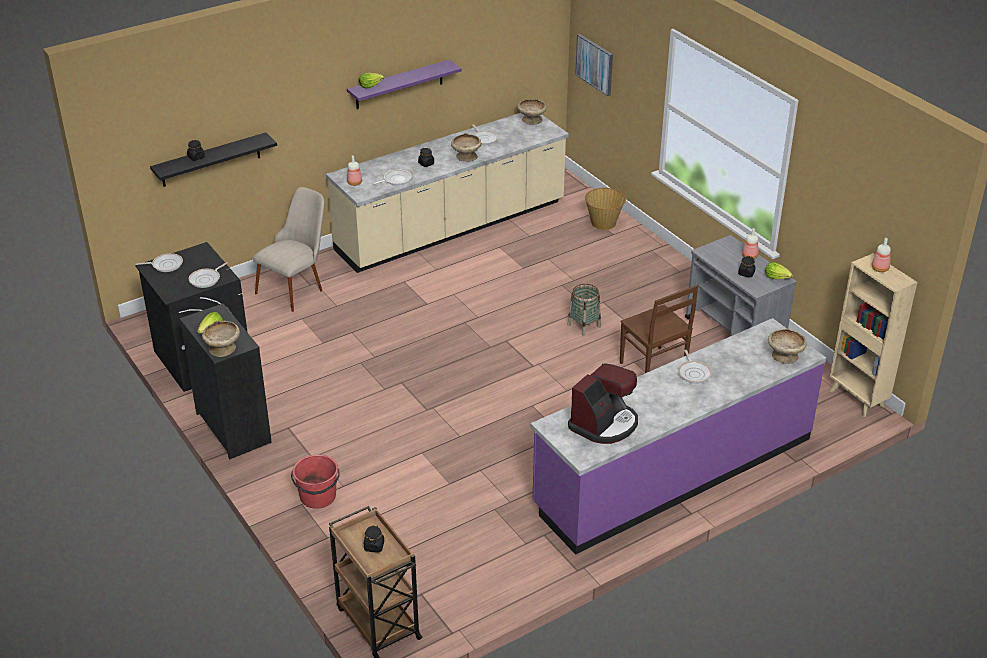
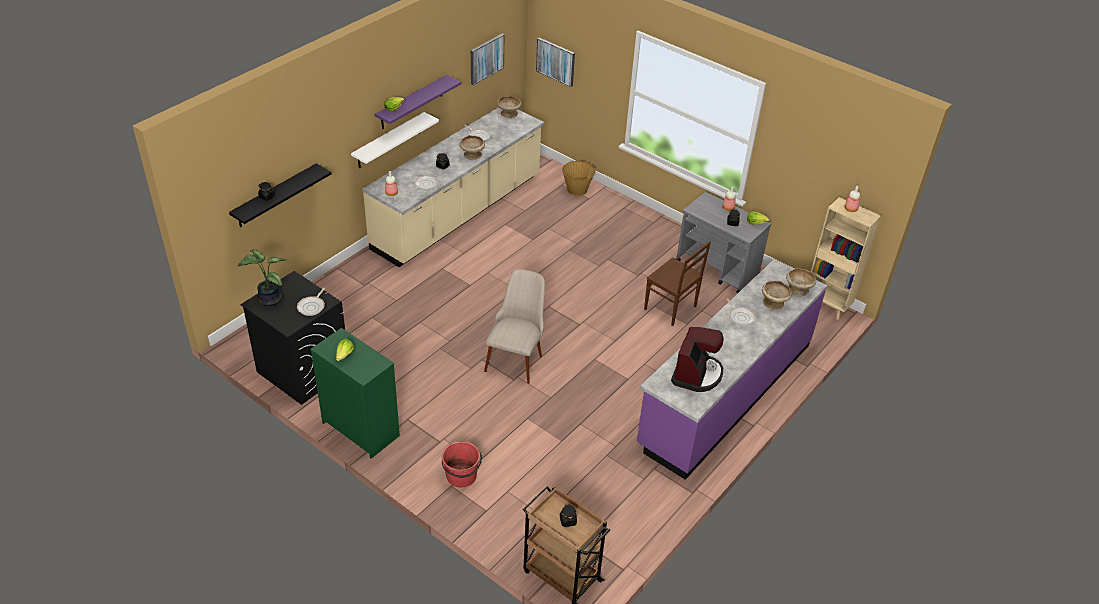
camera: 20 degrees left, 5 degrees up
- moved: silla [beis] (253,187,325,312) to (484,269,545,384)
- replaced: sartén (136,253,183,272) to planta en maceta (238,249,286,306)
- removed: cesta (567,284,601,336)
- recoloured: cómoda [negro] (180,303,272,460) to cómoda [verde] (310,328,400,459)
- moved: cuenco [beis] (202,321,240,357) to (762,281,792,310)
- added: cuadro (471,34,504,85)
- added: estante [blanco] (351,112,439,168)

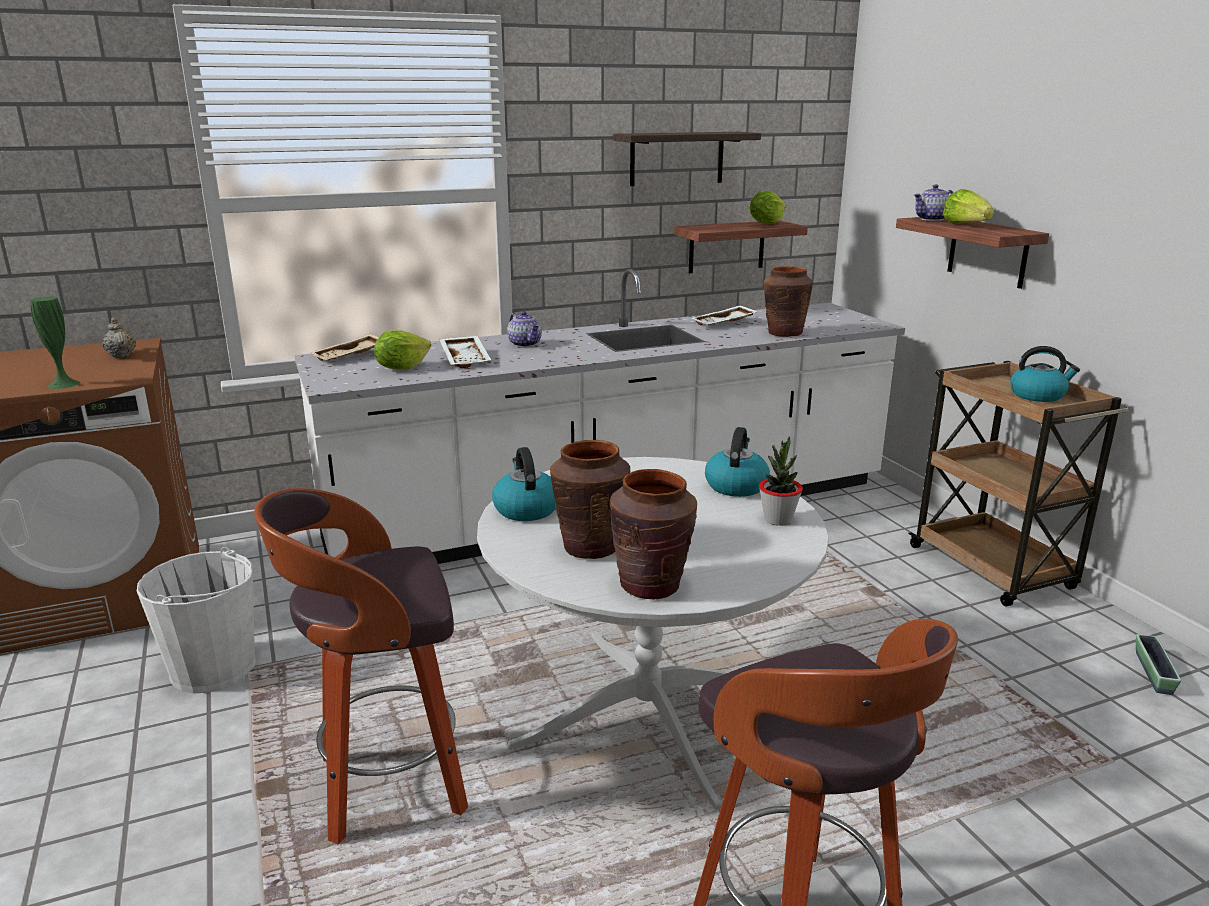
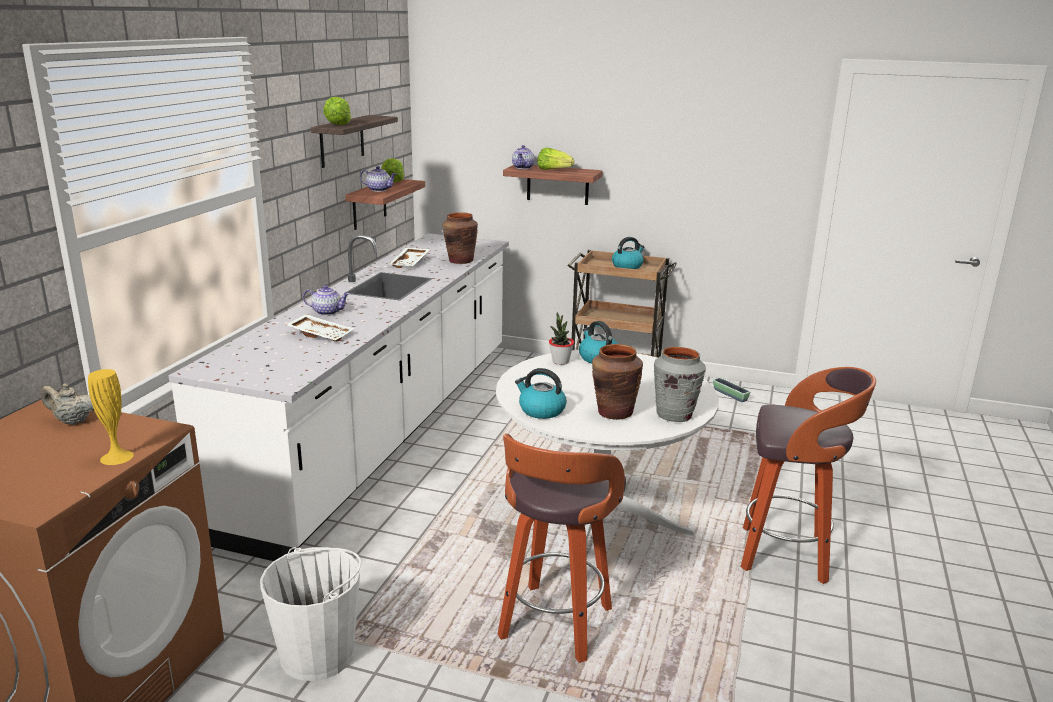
camera: 50 degrees left, 0 degrees up
- recoloured: florero [verde] (30,297,80,389) to florero [amarillo] (88,369,134,465)
- moved: lechuga (374,331,431,369) to (323,97,351,125)
- removed: bandeja [beis] (311,334,379,361)
- moved: planta en maceta (759,436,803,526) to (549,312,574,365)
- recoloured: florero [marrón] (610,469,697,599) to florero [gris] (654,347,706,422)
- added: tetera (360,166,396,192)

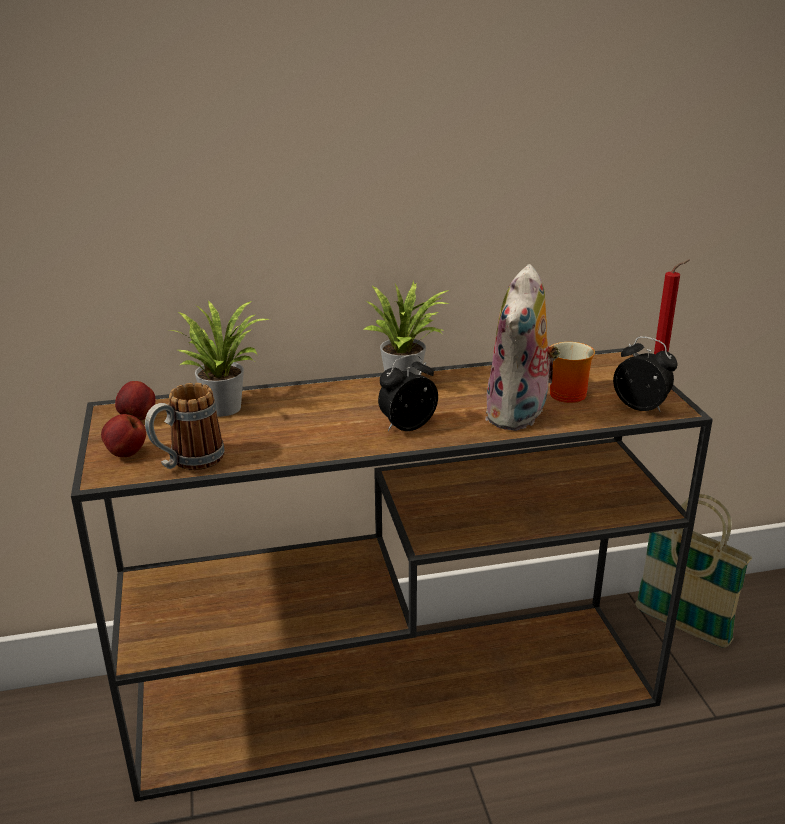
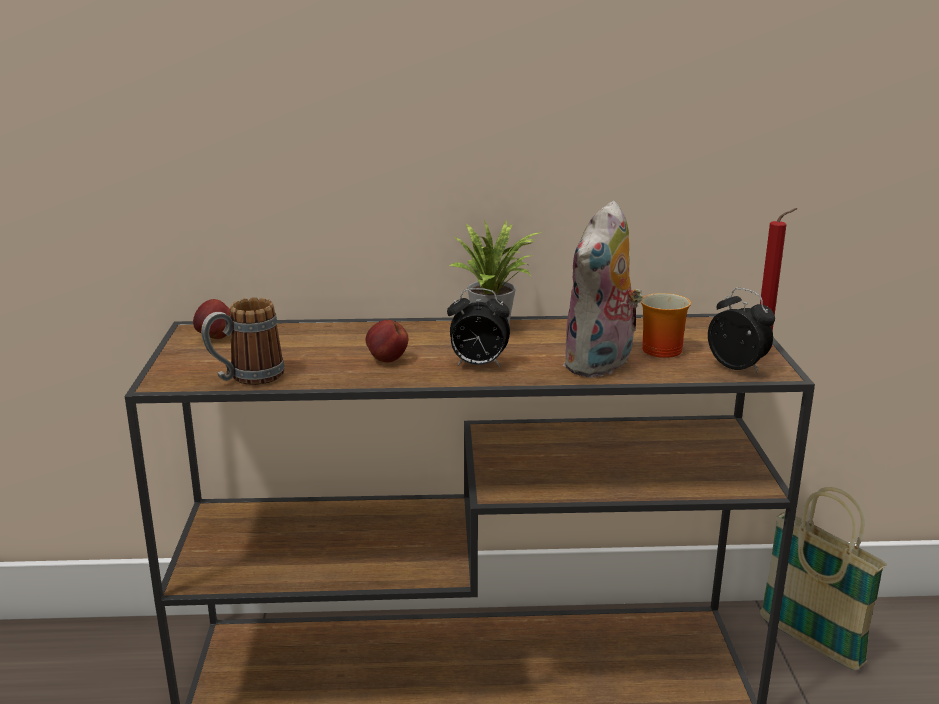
camera: 10 degrees right, 5 degrees down
- removed: planta en maceta (169,301,269,417)
- turned: despertador (378,354,438,431) = (447,288,510,367) 150 degrees counterclockwise
- moved: manzana (101,414,146,457) to (366,320,408,363)

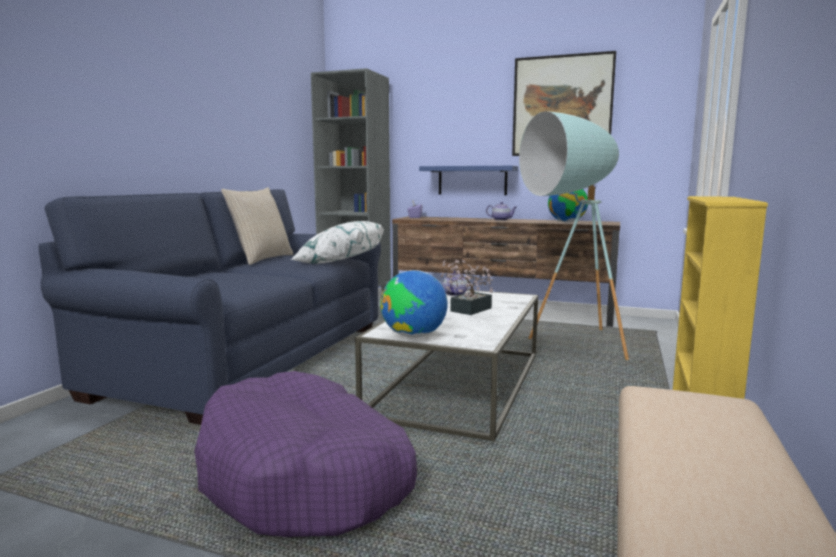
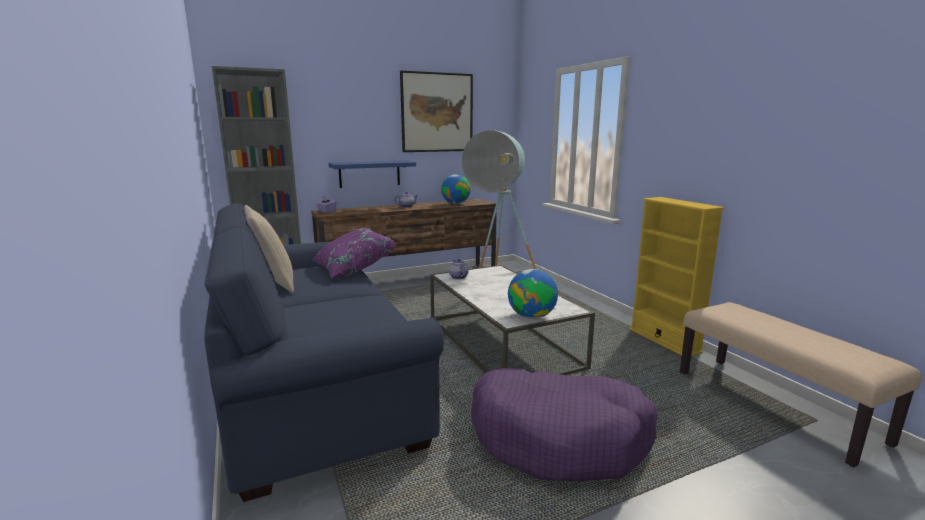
camera: 45 degrees left, 5 degrees up
- recoloured: cojín [blanco] (291,221,384,264) to cojín [morado] (311,228,396,278)
- removed: planta en maceta (440,259,493,315)

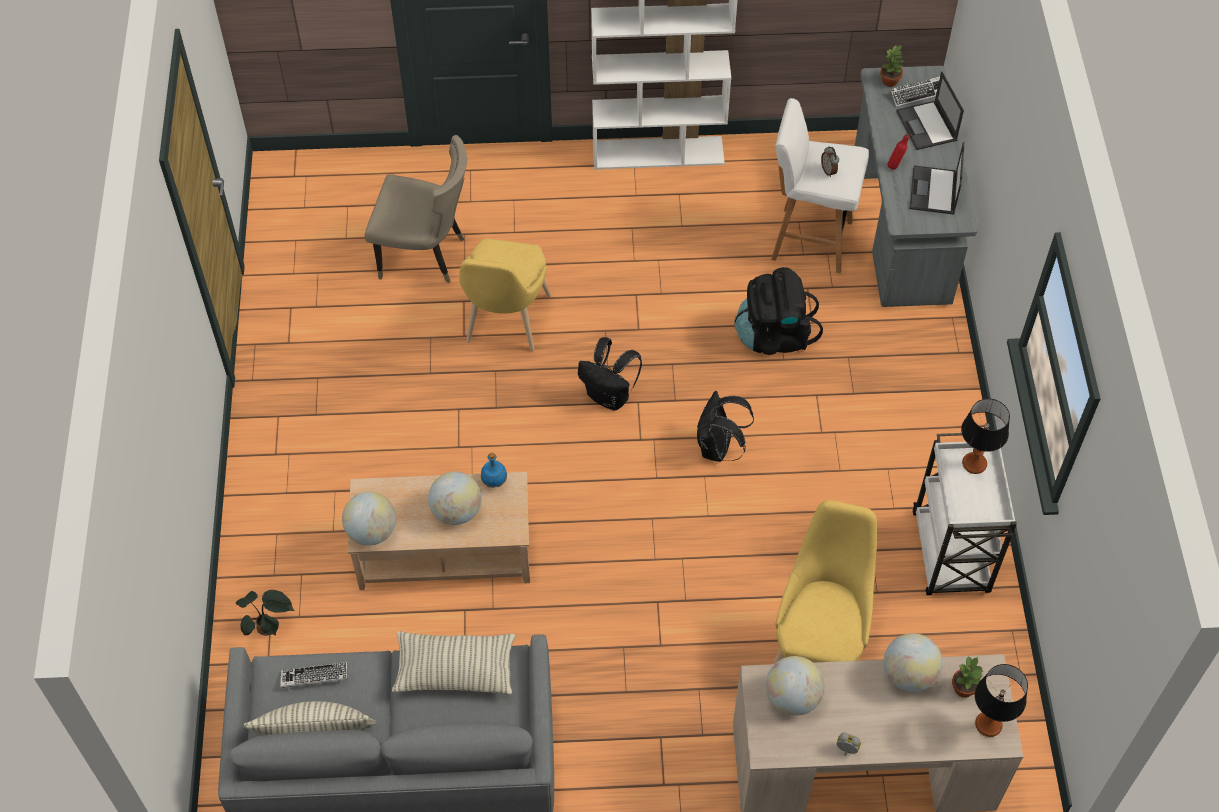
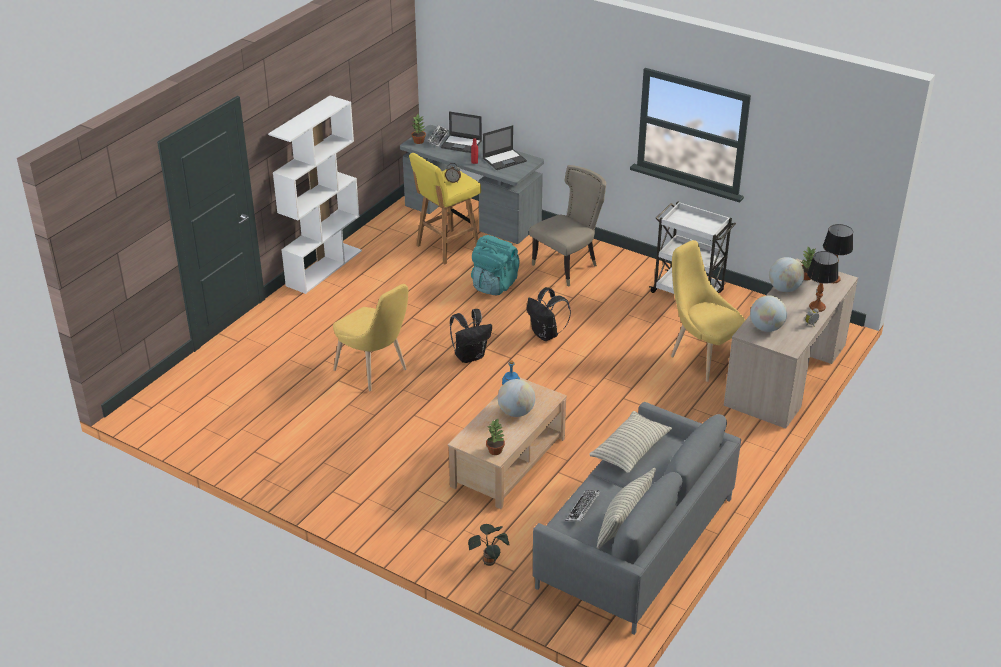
camera: 55 degrees left, 20 degrees down
- recoloured: taburete [blanco] (771,98,869,273) to taburete [amarillo] (409,153,481,265)
- moved: silla [beis] (365,135,467,283) to (529,165,606,286)
- turned: portátil (910,142,964,215) = (483,125,527,170) 75 degrees counterclockwise
- recoloured: mochila [negro] (734,267,823,355) to mochila [turquesa] (471,235,519,295)
- moved: lámpara de mesa (961,399,1010,474) to (807,251,838,312)
- replaced: globo terráqueo (342,492,396,546) to planta en maceta (486,419,505,455)

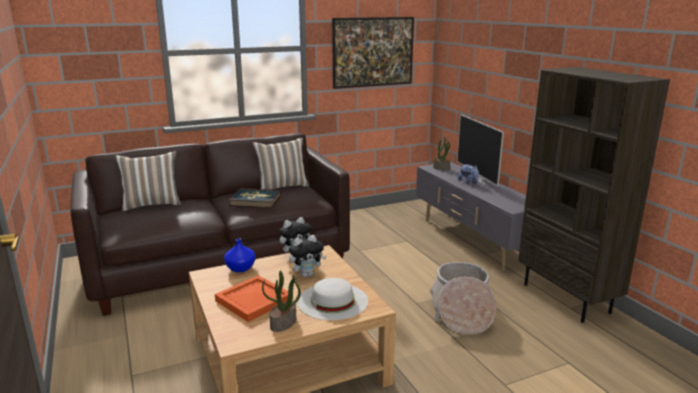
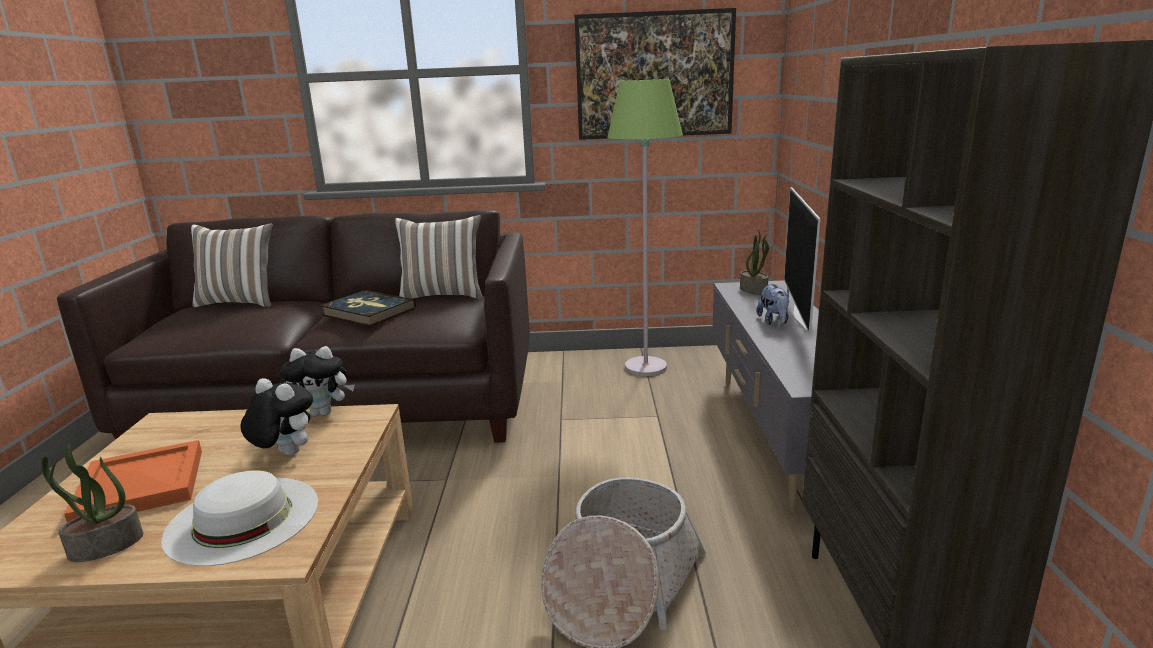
camera: 25 degrees right, 0 degrees up
- turned: peluche (289,235,326,277) = (240,378,313,456) 150 degrees counterclockwise
- removed: florero [azul] (224,238,255,272)
- added: lámpara de pie [verde] (607,79,683,376)

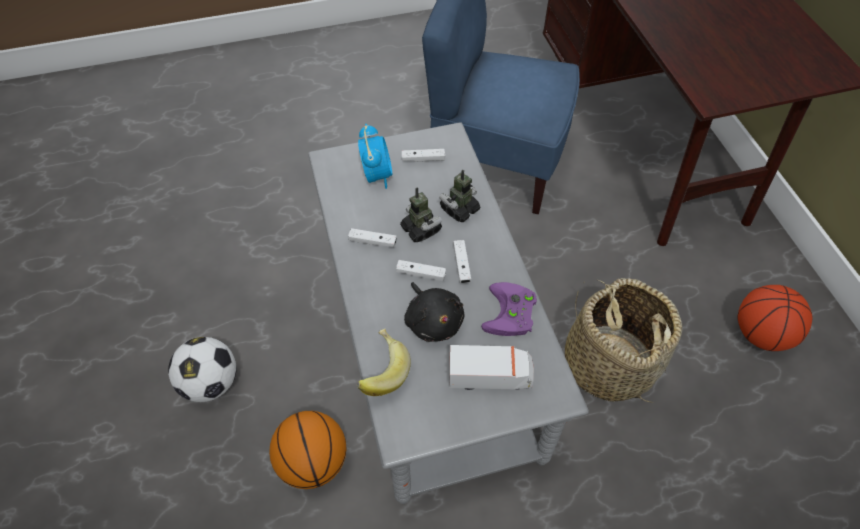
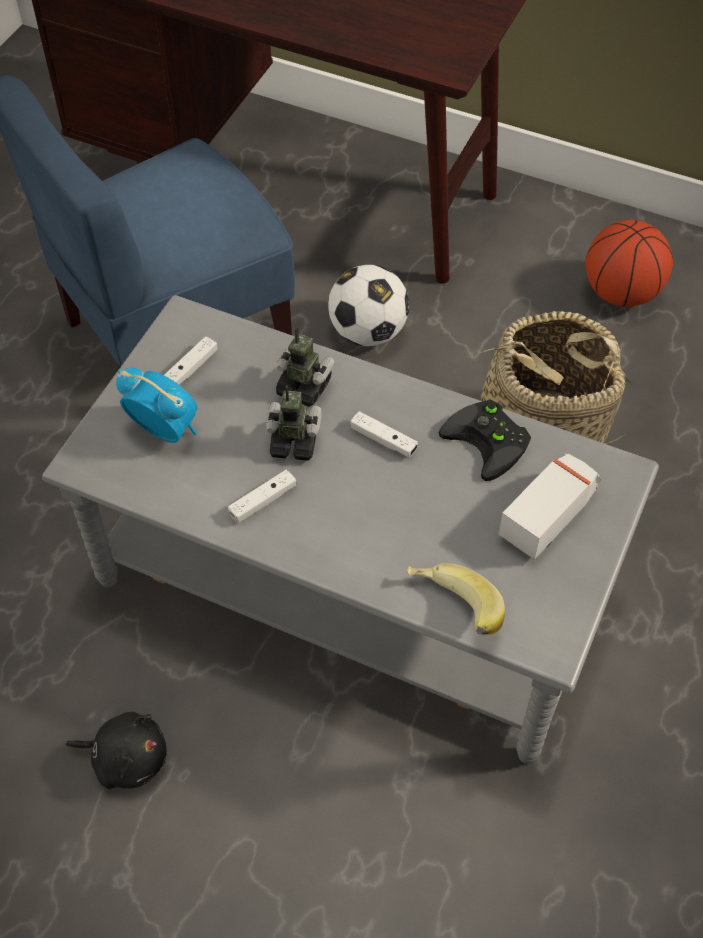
camera: 50 degrees left, 0 degrees up
- turned: robot de juguete (439,169,481,222) = (276,327,334,407) 120 degrees clockwise
- removed: mando de consola [blanco] (396,260,446,281)
- moved: peluche [negro] (404,282,464,342) to (66,712,167,789)
- recoloured: mando de consola [morado] (481,282,537,336) to mando de consola [negro] (439,400,531,481)
- moved: balón de fútbol (168,337,237,402) to (328,265,409,346)
- removed: balón de baloncesto (269,411,347,489)

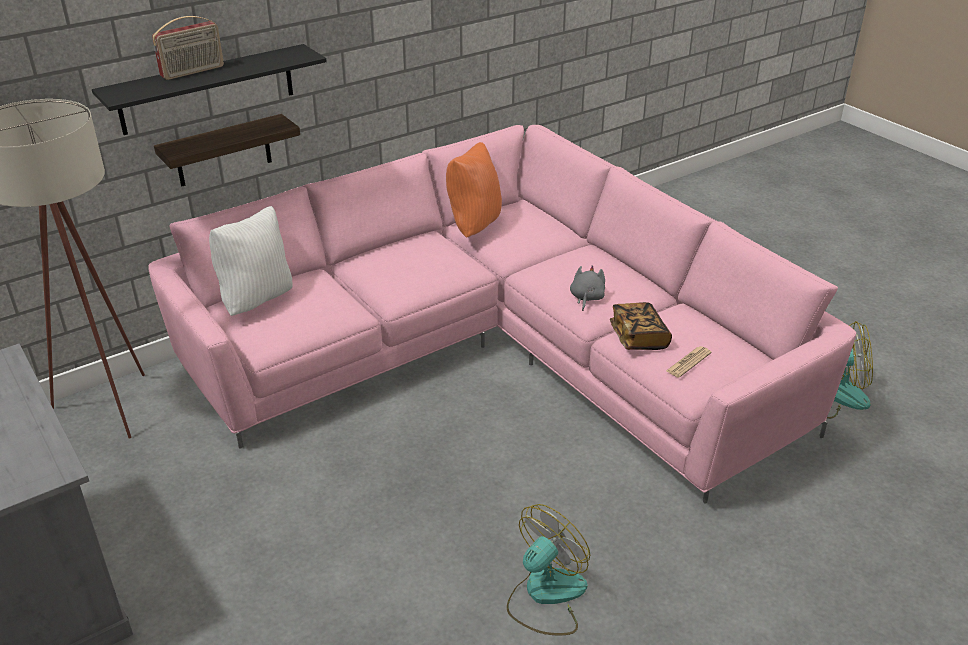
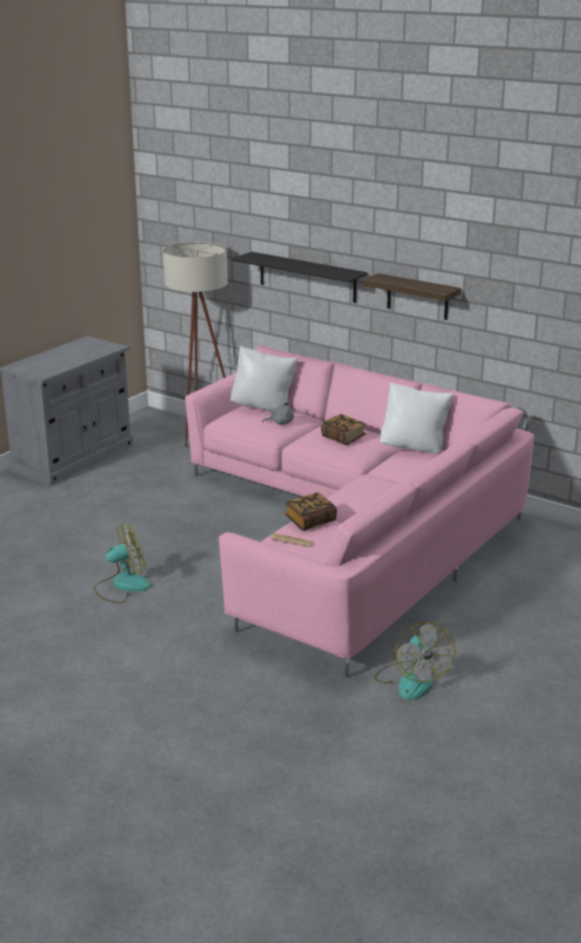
camera: 70 degrees right, 10 degrees down
- removed: radio (152,16,224,80)
- moved: estante (154,114,300,187) to (363,273,461,320)
- recoloured: cojín [naranja] (446,142,502,238) to cojín [blanco] (380,383,453,454)
- moved: peluche [gris] (570,265,605,311) to (262,402,294,425)
- turned: ventilador (507,504,590,636) = (94,523,151,603) 45 degrees counterclockwise
- added: libro (321,414,366,445)

